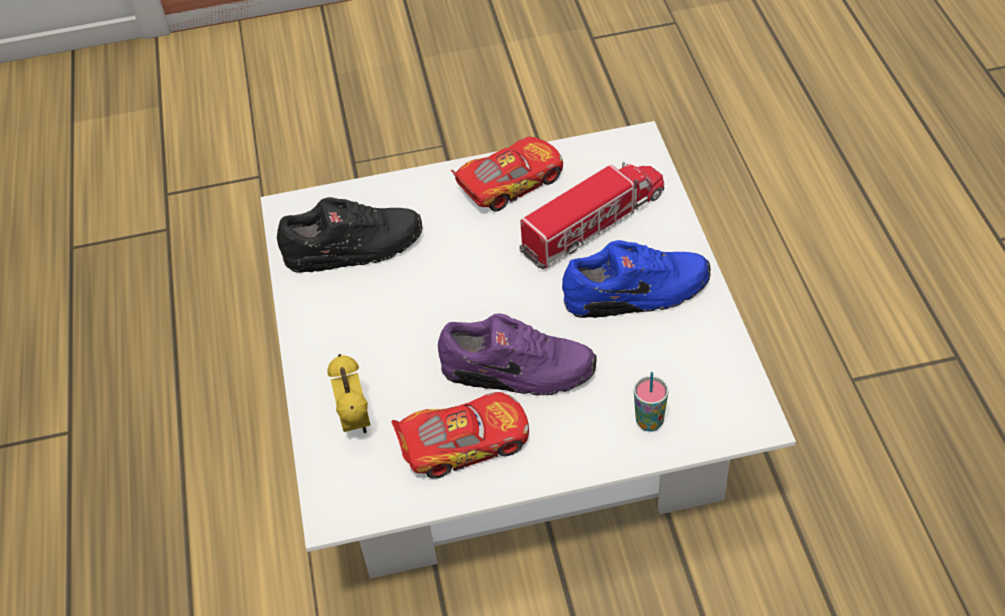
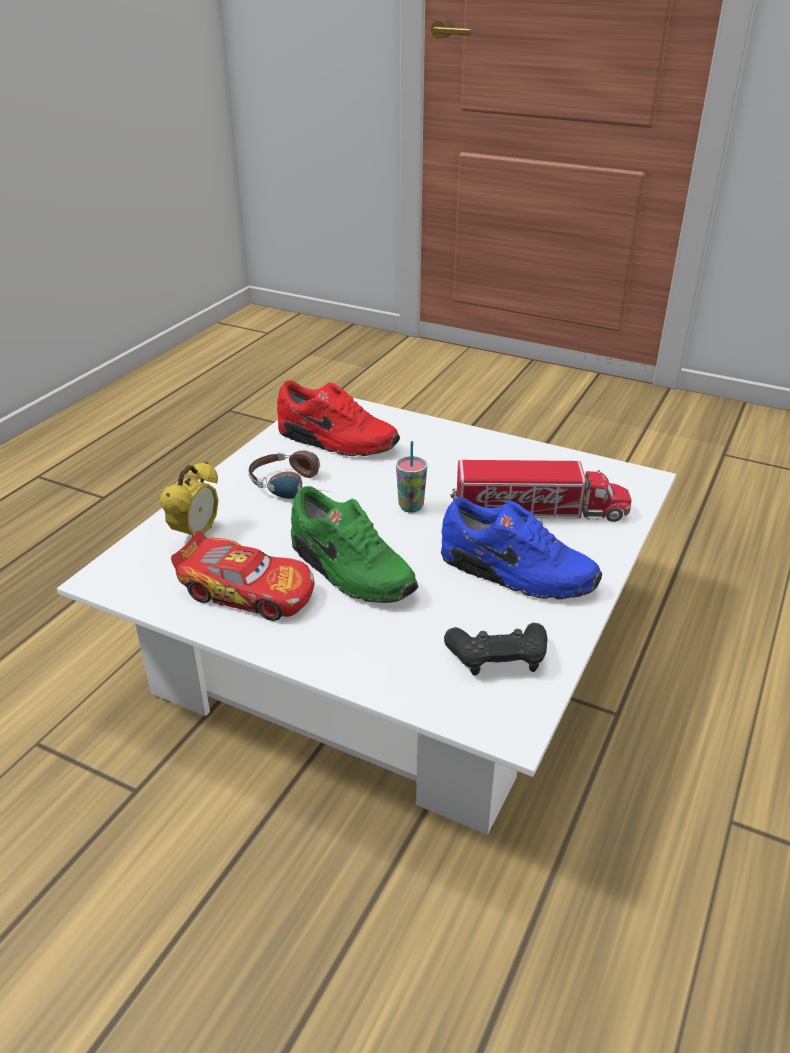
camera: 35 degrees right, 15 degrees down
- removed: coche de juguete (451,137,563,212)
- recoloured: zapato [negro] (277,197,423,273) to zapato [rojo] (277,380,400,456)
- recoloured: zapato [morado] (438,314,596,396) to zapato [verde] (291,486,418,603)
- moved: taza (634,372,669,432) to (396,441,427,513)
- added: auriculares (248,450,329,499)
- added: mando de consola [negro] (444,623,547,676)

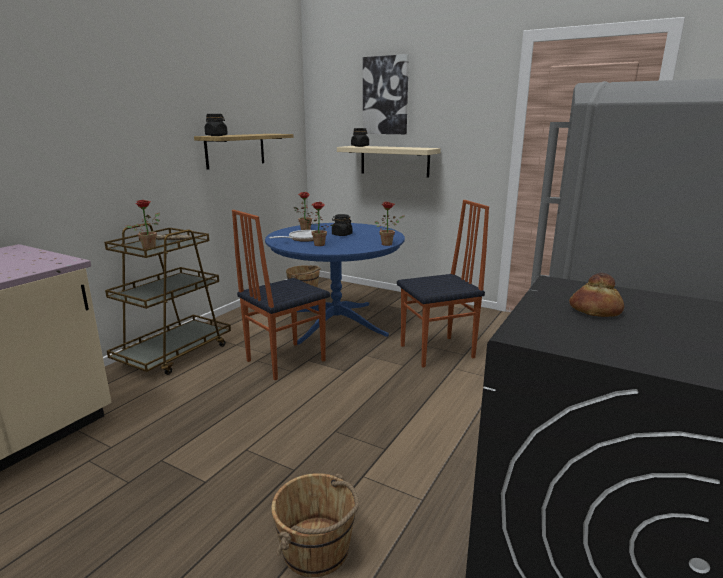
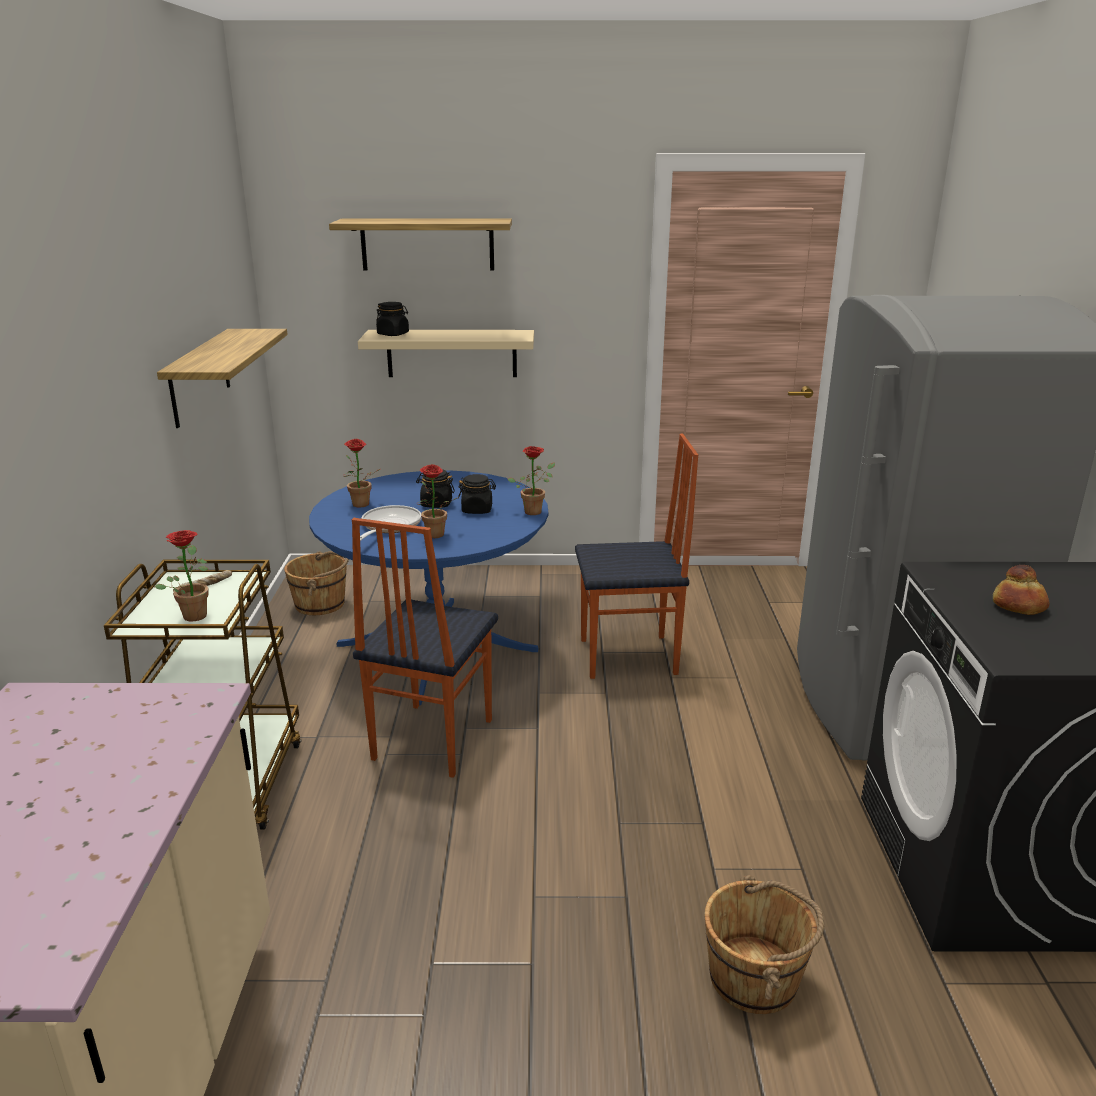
camera: 30 degrees left, 5 degrees up
- replaced: cuadro (363,54,409,134) to estante (329,219,512,271)
- moved: tarro [negro] (204,114,228,136) to (458,474,496,514)
- turned: silla (397,200,489,367) = (575,434,698,679) 45 degrees clockwise

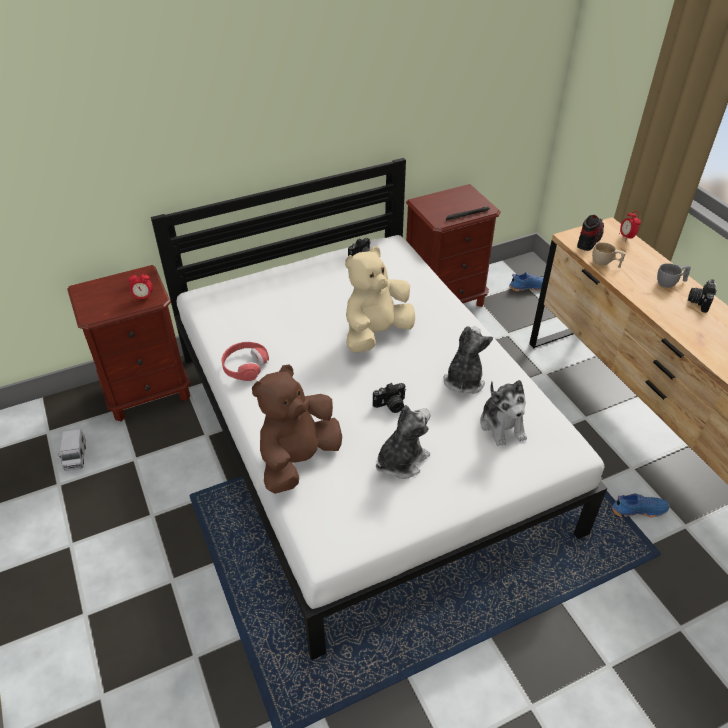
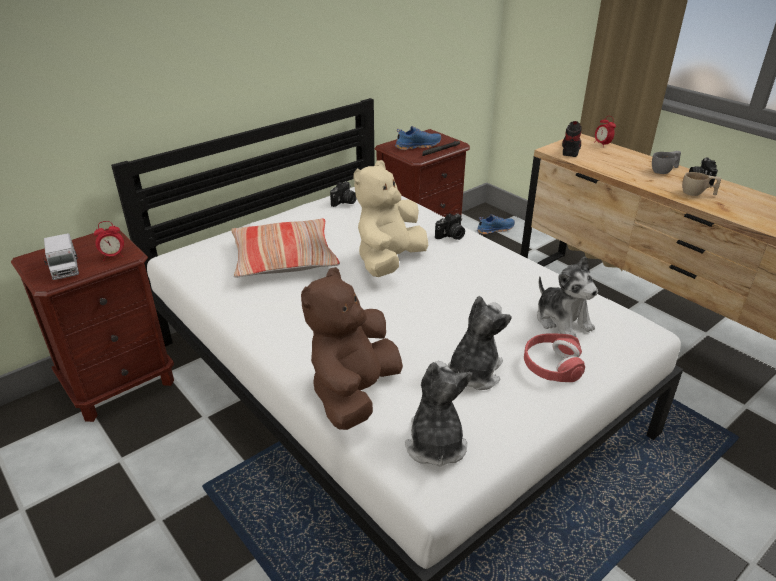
camera: 15 degrees left, 10 degrees down
- moved: taza [beis] (592,242,626,268) to (682,172,721,196)
- moved: peluche (443,326,493,394) to (405,361,472,467)
- moved: auriculares [rojo] (221,342,269,381) to (524,333,585,382)
- moved: cámara (373,383,406,413) to (435,213,465,240)
- moved: camión de juguete (58,429,86,471) to (43,233,79,280)
- moved: zapato [azul] (612,494,670,518) to (395,126,441,150)
- added: cojín (231,218,340,278)

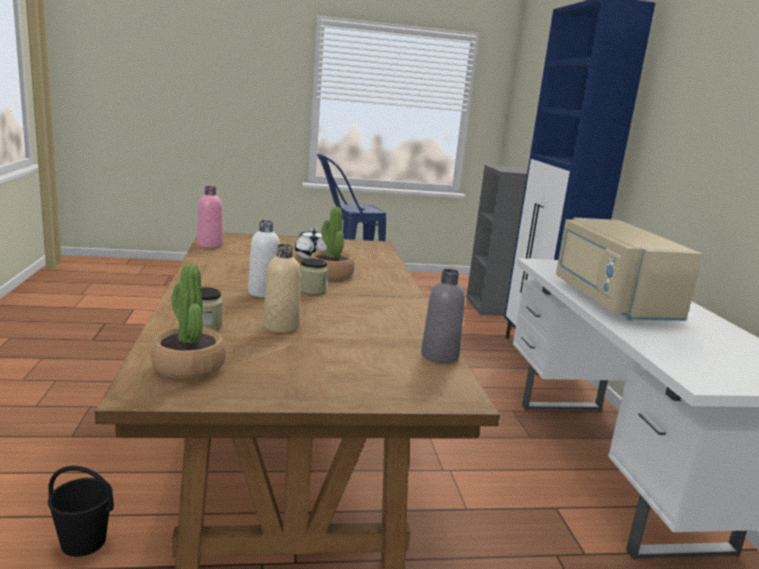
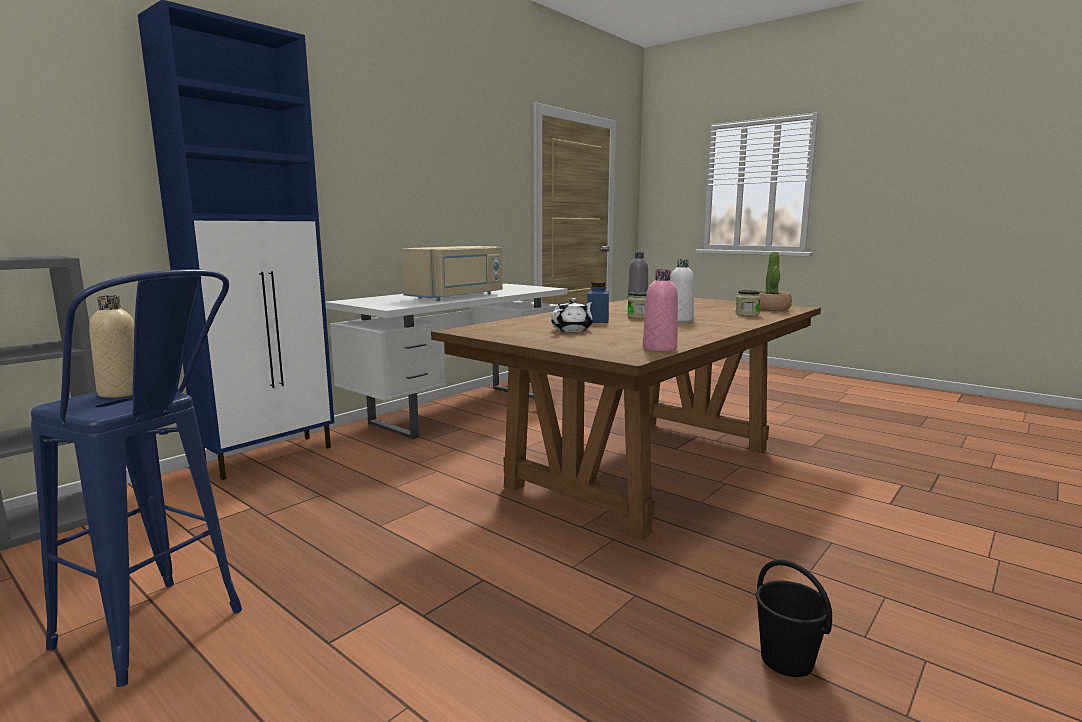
camera: 130 degrees left, 5 degrees down
- replaced: planta en maceta (310,207,355,280) to tarro [azul] (587,282,609,323)
- moved: botella [beis] (263,244,301,333) to (89,295,135,398)
- moved: cubo [negro] (48,466,114,557) to (756,559,832,677)

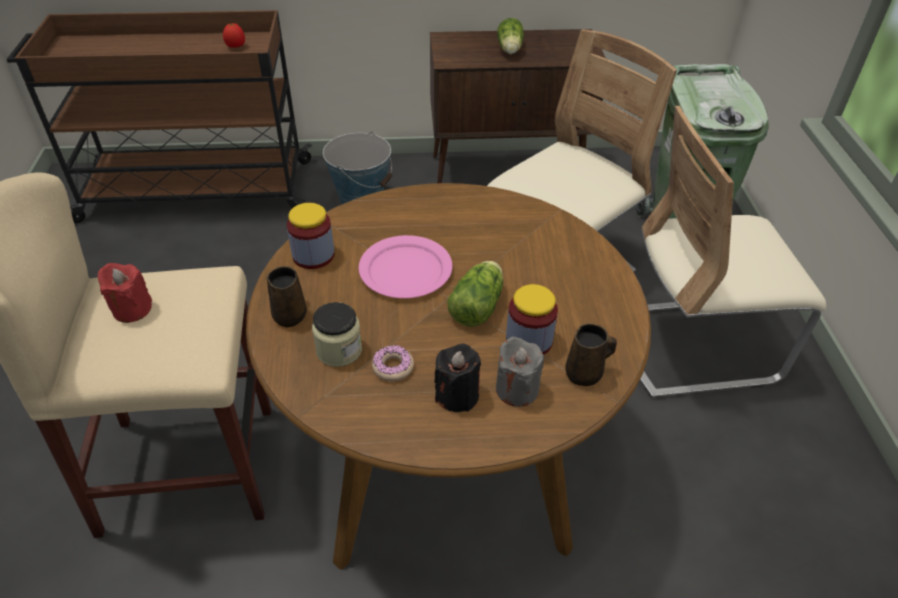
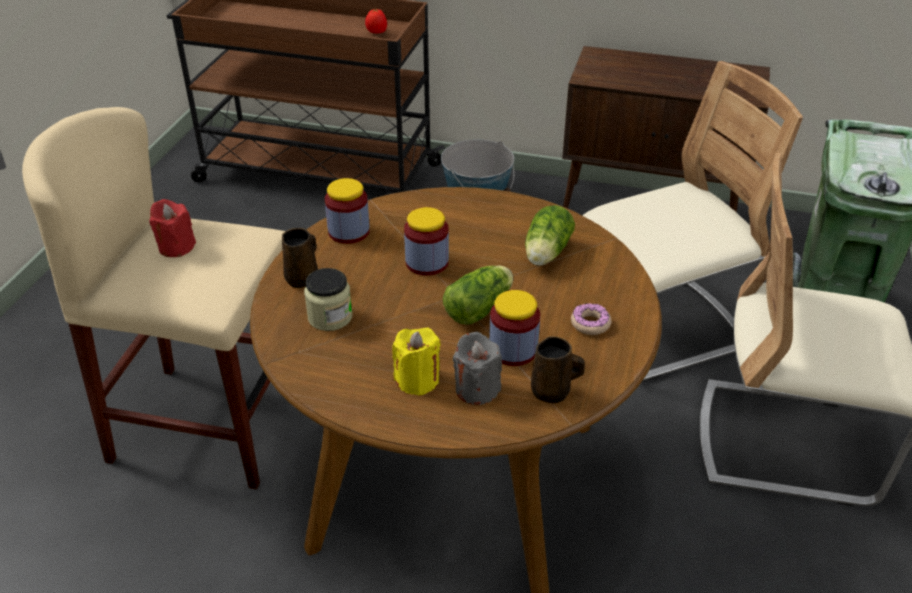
camera: 20 degrees right, 5 degrees down
- moved: lechuga (497,18,524,54) to (525,205,575,266)
- replaced: plato [rosa] (358,235,453,298) to tarro (404,207,449,276)
- recoloured: vela [negro] (434,343,481,412) to vela [amarillo] (392,328,441,396)
- moved: rosquilla (372,345,414,381) to (571,303,611,335)

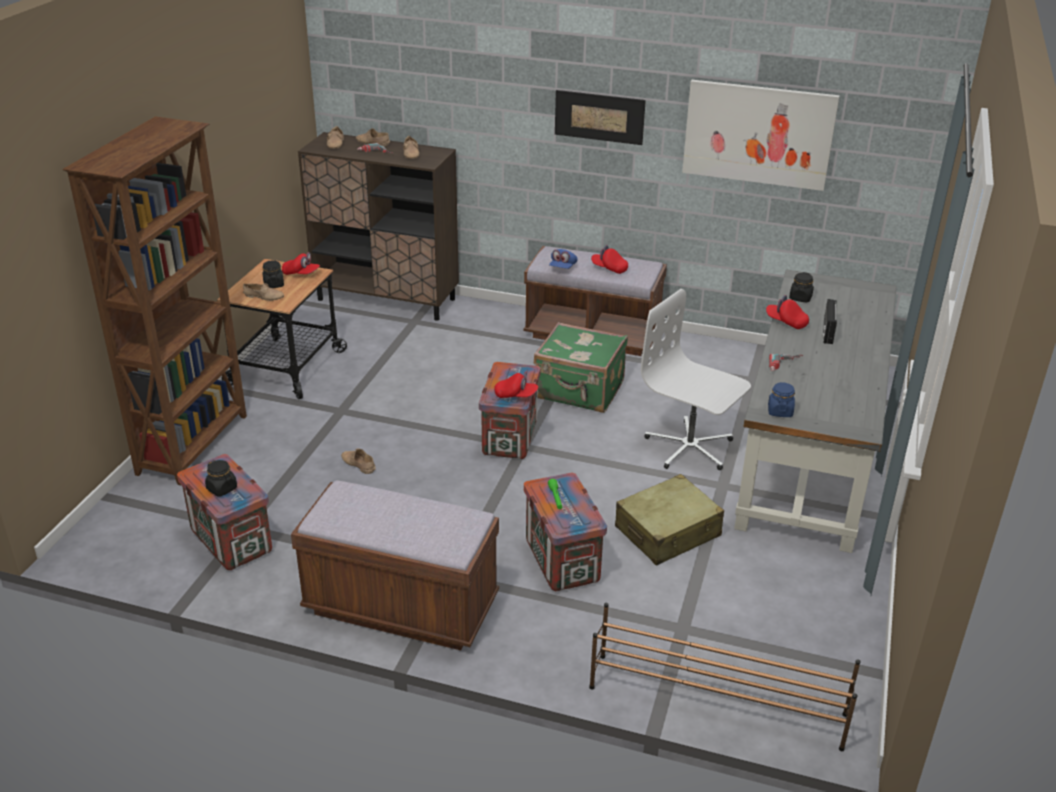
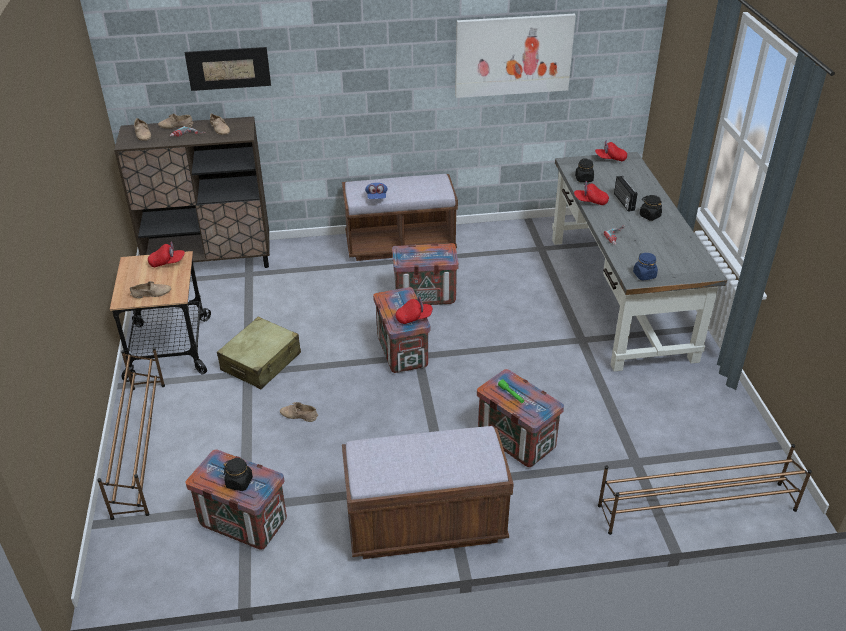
camera: 25 degrees left, 5 degrees up
- moved: cuadro (555,90,646,145) to (184,47,271,91)
- replaced: estantería [marrón] (63,116,247,486) to zapatero [marrón] (97,347,165,520)
- moved: gorra [rojo] (591,245,628,274) to (595,140,627,161)
- moved: tarro [negro] (262,260,284,288) to (639,195,662,221)
- removed: silla de oficina [blanco] (641,289,751,470)
- replaced: maleta [verde] (534,322,628,413) to caja de embalaje (392,243,459,305)
- moved: maleta [beis] (615,474,724,566) to (217,317,301,389)

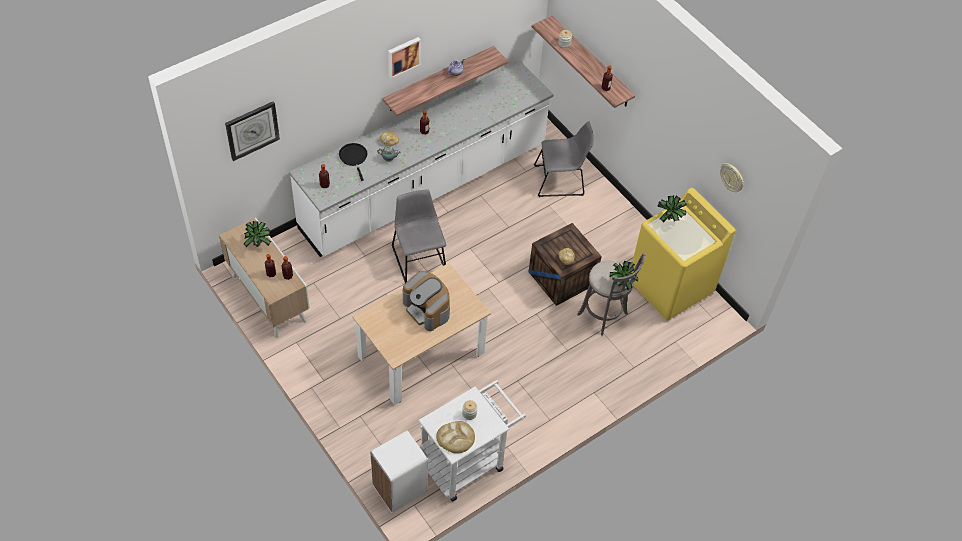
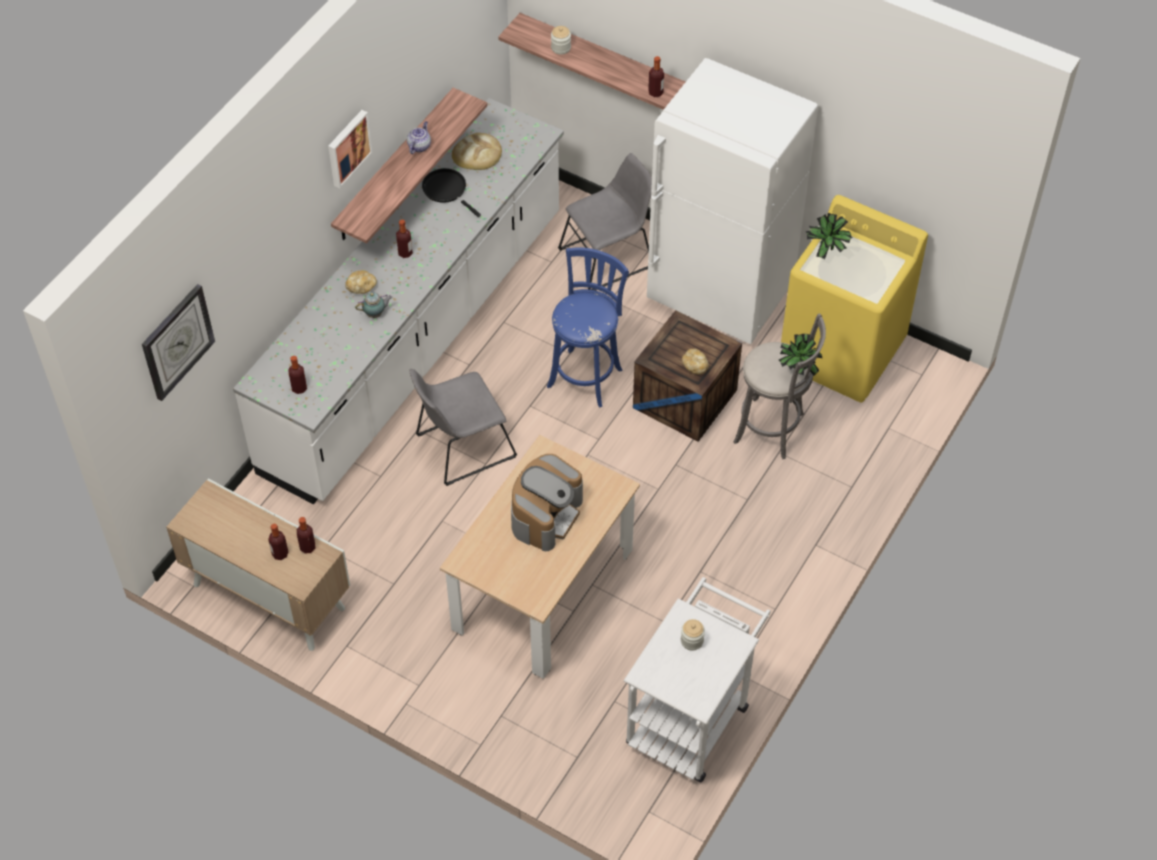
camera: 20 degrees left, 0 degrees up
- moved: sartén [negro] (339,143,368,181) to (422,168,481,217)
- removed: reloj de pared (720,163,744,192)
- turned: silla [gris] (392,190,446,283) = (409,369,517,486) 75 degrees counterclockwise
- removed: planta en maceta (244,221,271,247)
- turned: cafetera (403,271,450,331) = (511,454,583,551) 90 degrees counterclockwise
- moved: pan (436,421,475,454) to (452,133,502,170)
- removed: papelera [blanco] (370,431,428,513)
- added: nevera [blanco] (647,58,818,344)
- added: taburete [azul] (547,247,629,408)

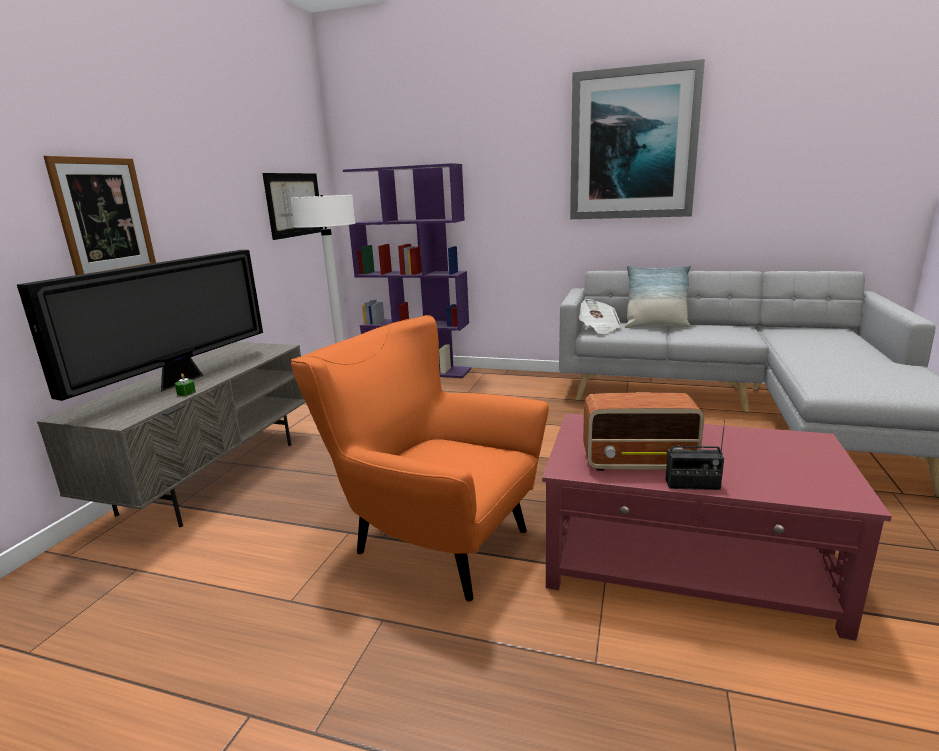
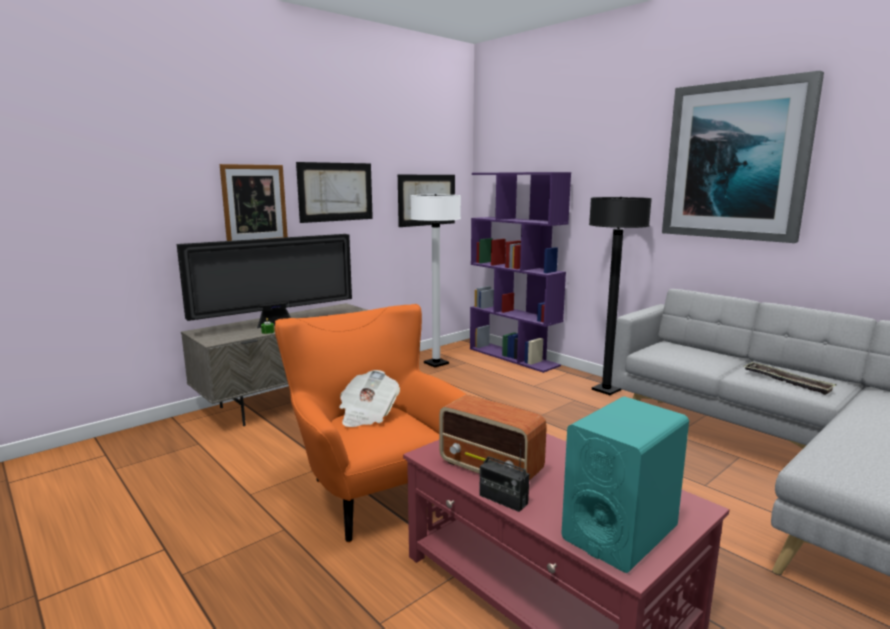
camera: 30 degrees right, 5 degrees down
- removed: cojín (625,265,691,328)
- moved: periódico (578,299,621,334) to (339,370,400,427)
- added: cuadro (296,162,373,223)
- added: lámpara de pie [negro] (589,197,652,395)
- added: bandeja (743,362,837,395)
- added: altavoz [turquesa] (561,396,689,573)

